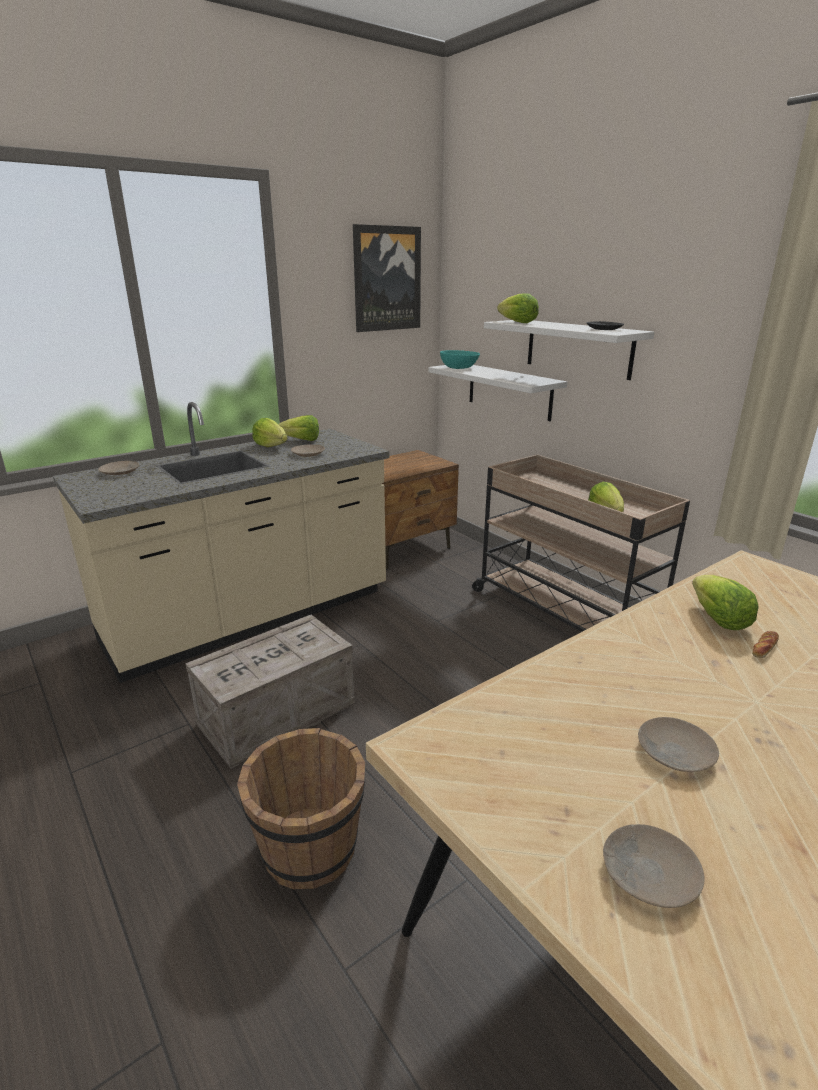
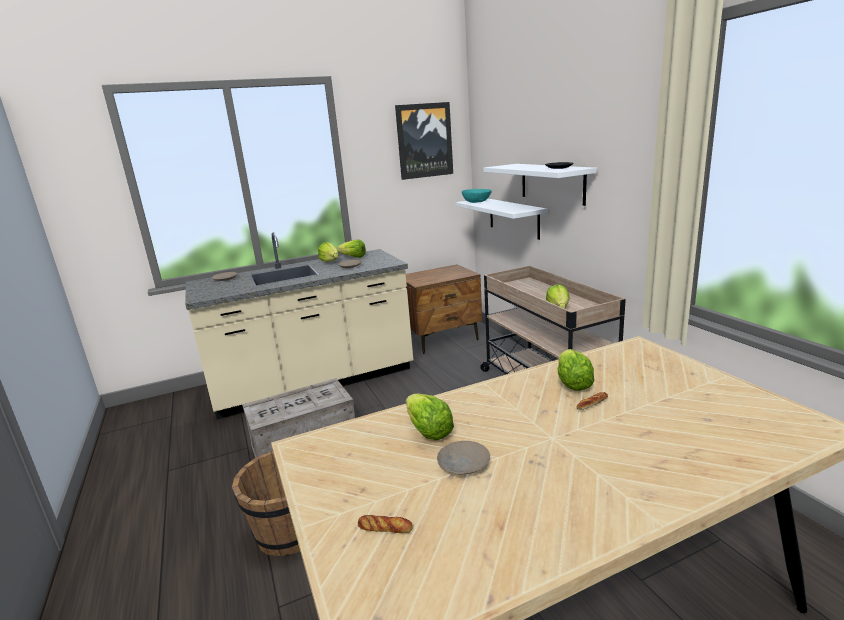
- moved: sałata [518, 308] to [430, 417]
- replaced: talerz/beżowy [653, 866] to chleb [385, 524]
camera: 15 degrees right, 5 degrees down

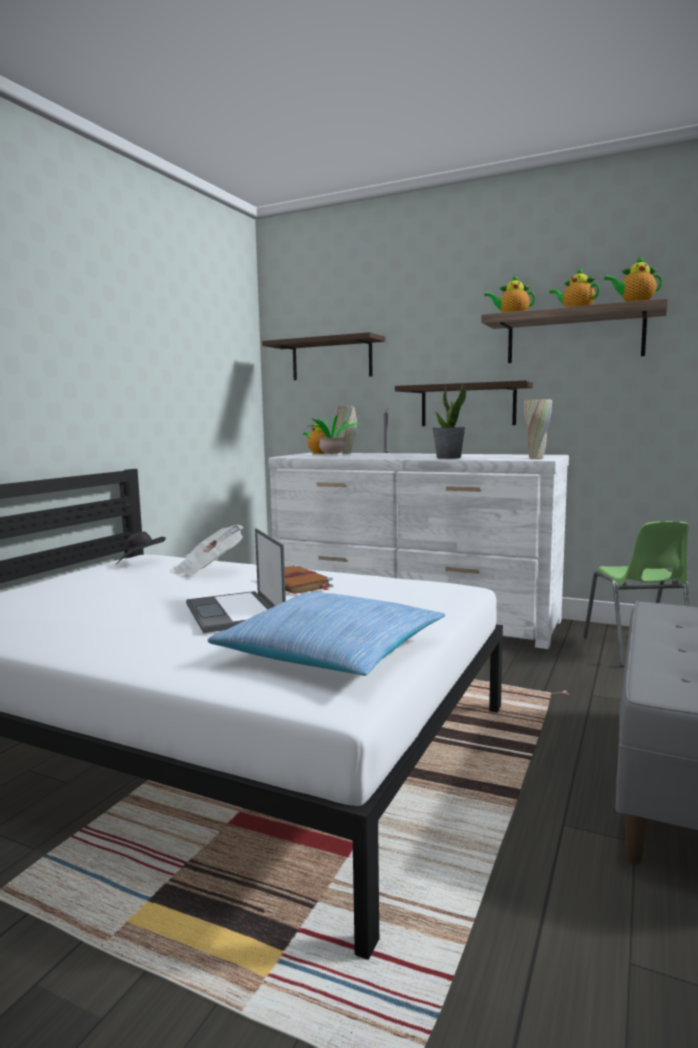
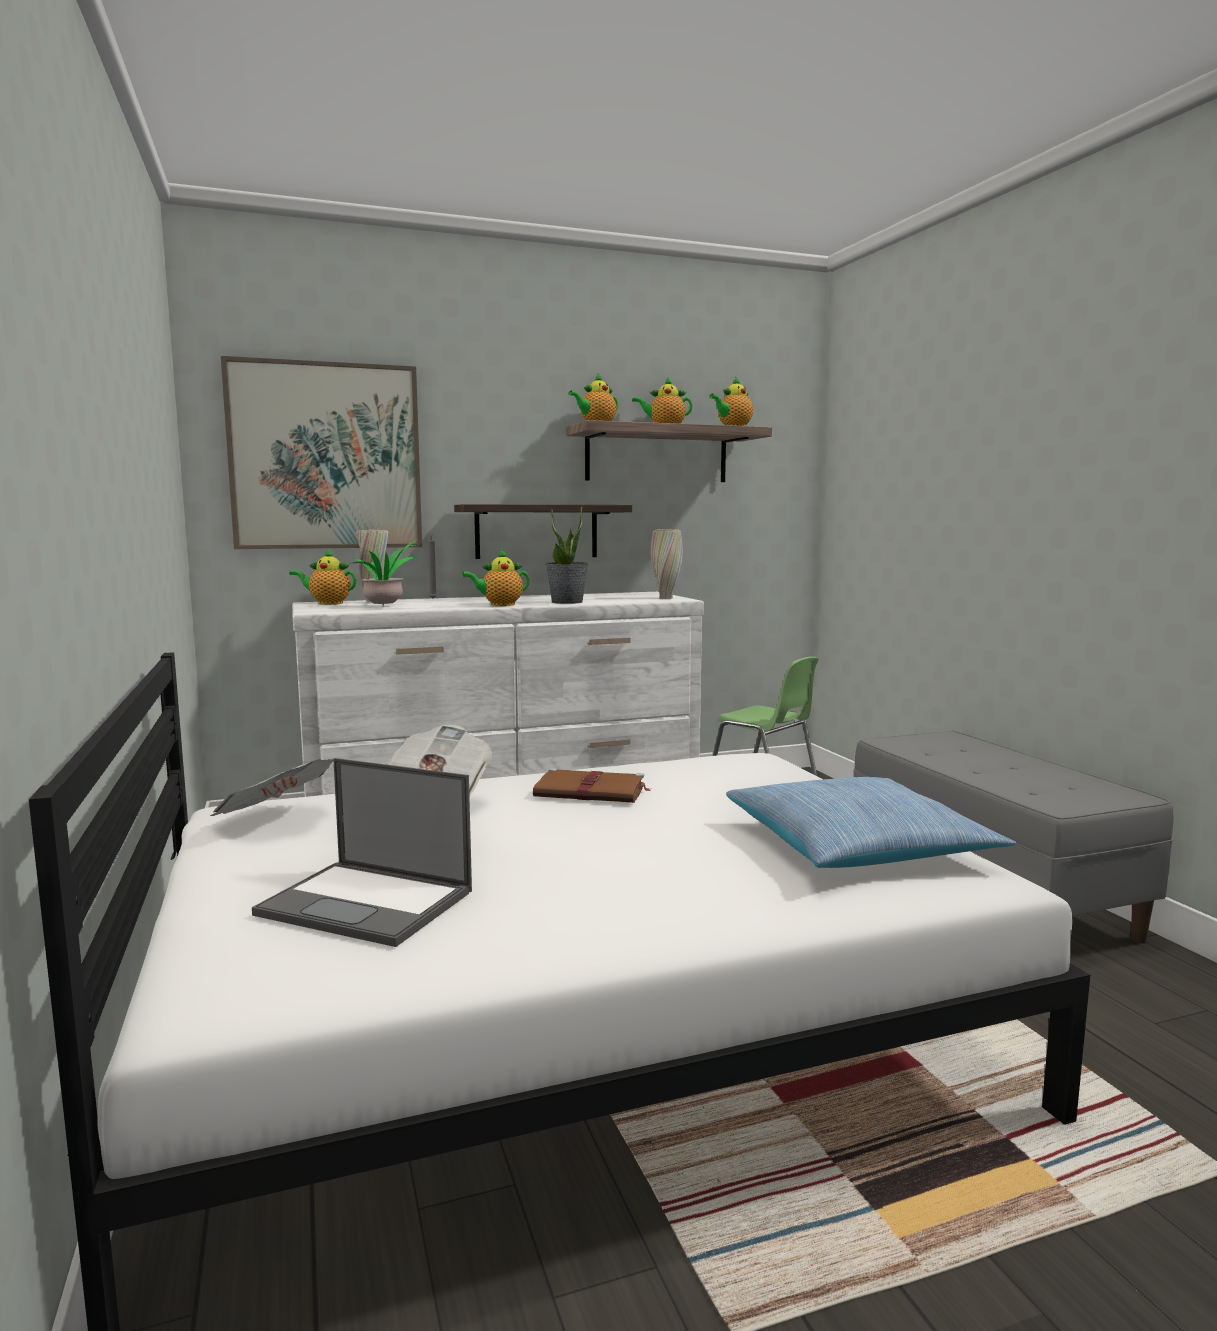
- replaced: półka [323, 356] to obraz [321, 452]
- moved: laptop [236, 580] to [362, 852]
- replaced: kapelusz/czarny [141, 548] to gazeta [272, 787]
- added: imbryk [496, 577]
camera: 45 degrees left, 0 degrees up

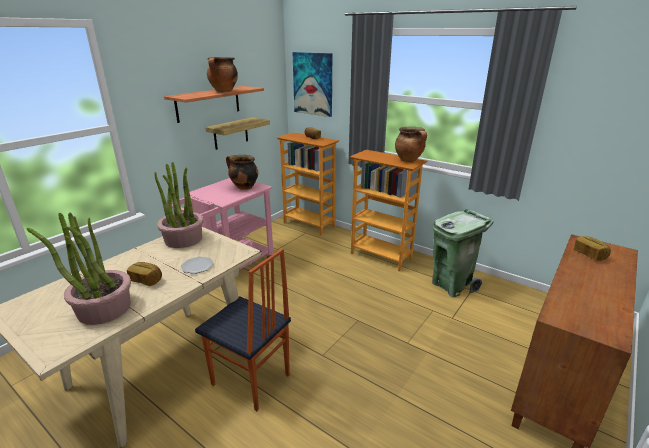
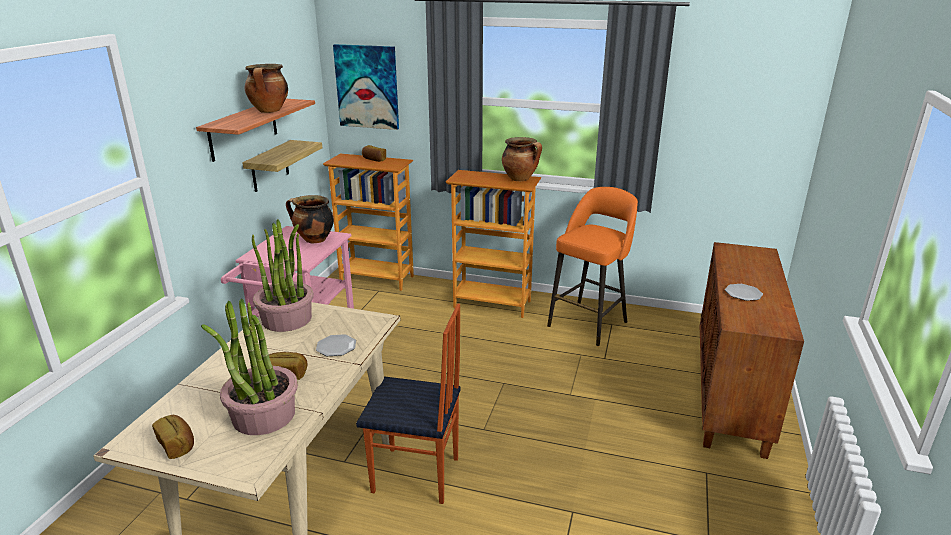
- replaced: kosz na śmieci/zielony [463, 253] to stołek/pomarańczowy [592, 266]
- moved: chleb [592, 248] to [173, 437]
- added: talerz [744, 292]
camera: 20 degrees left, 0 degrees up

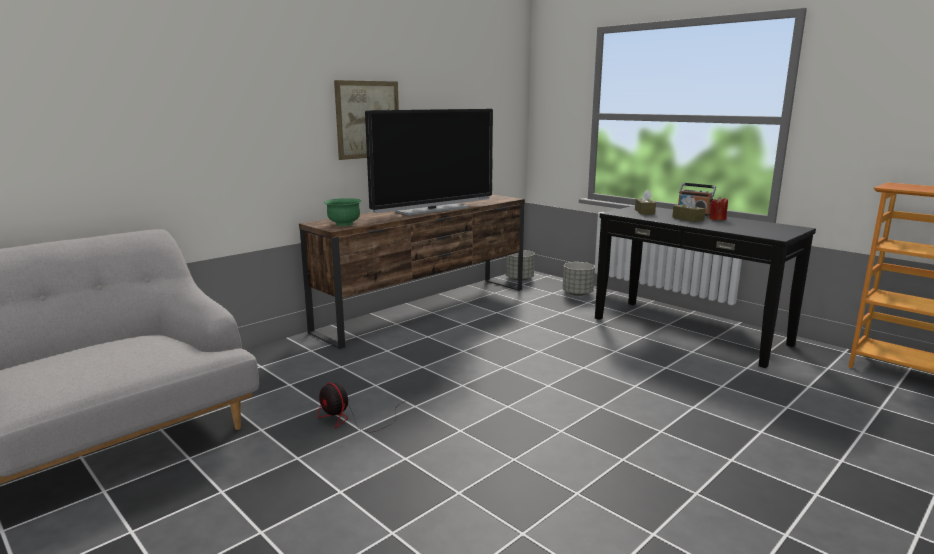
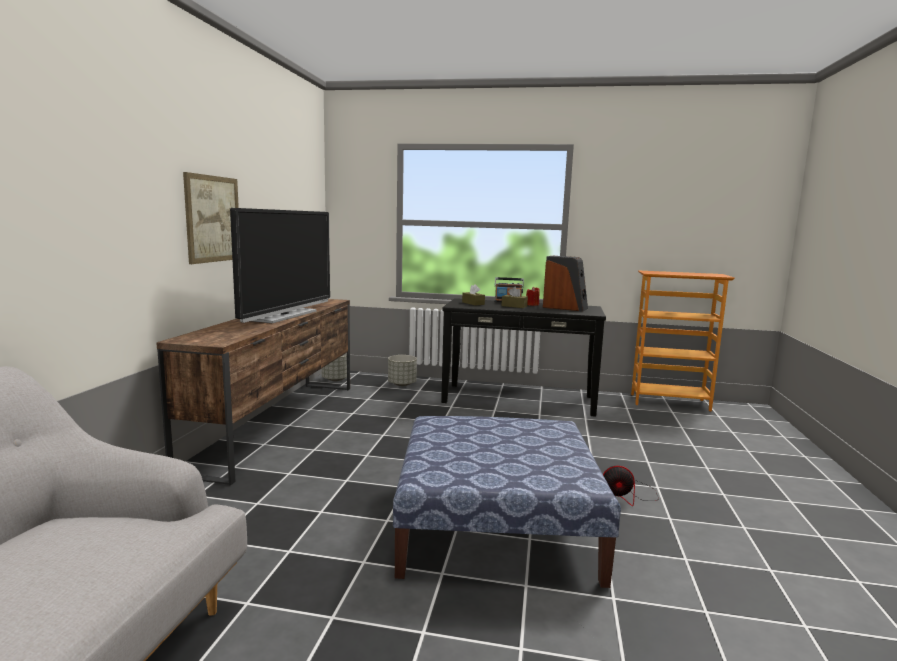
- removed: miska/zielony [343, 212]
- moved: wentylator [362, 408] to [631, 485]
- added: głośnik [565, 283]
- added: pufa [507, 502]
camera: 35 degrees left, 5 degrees down

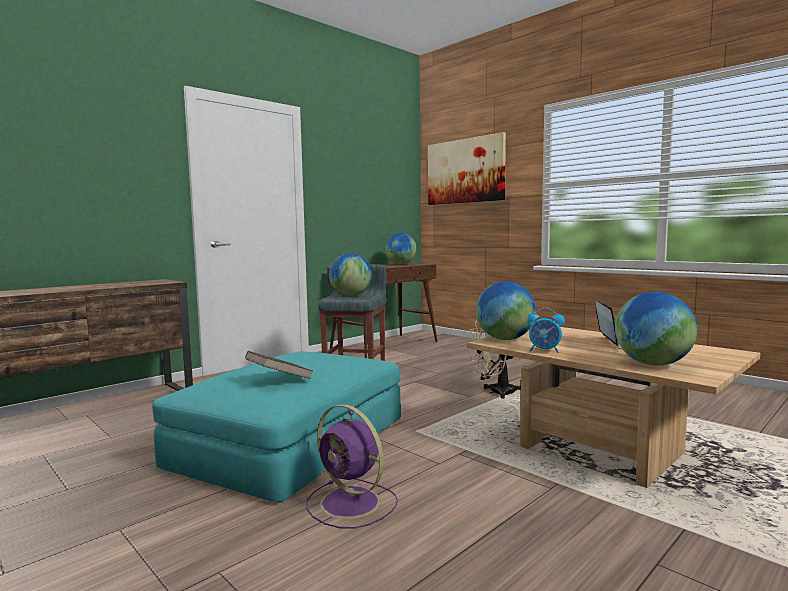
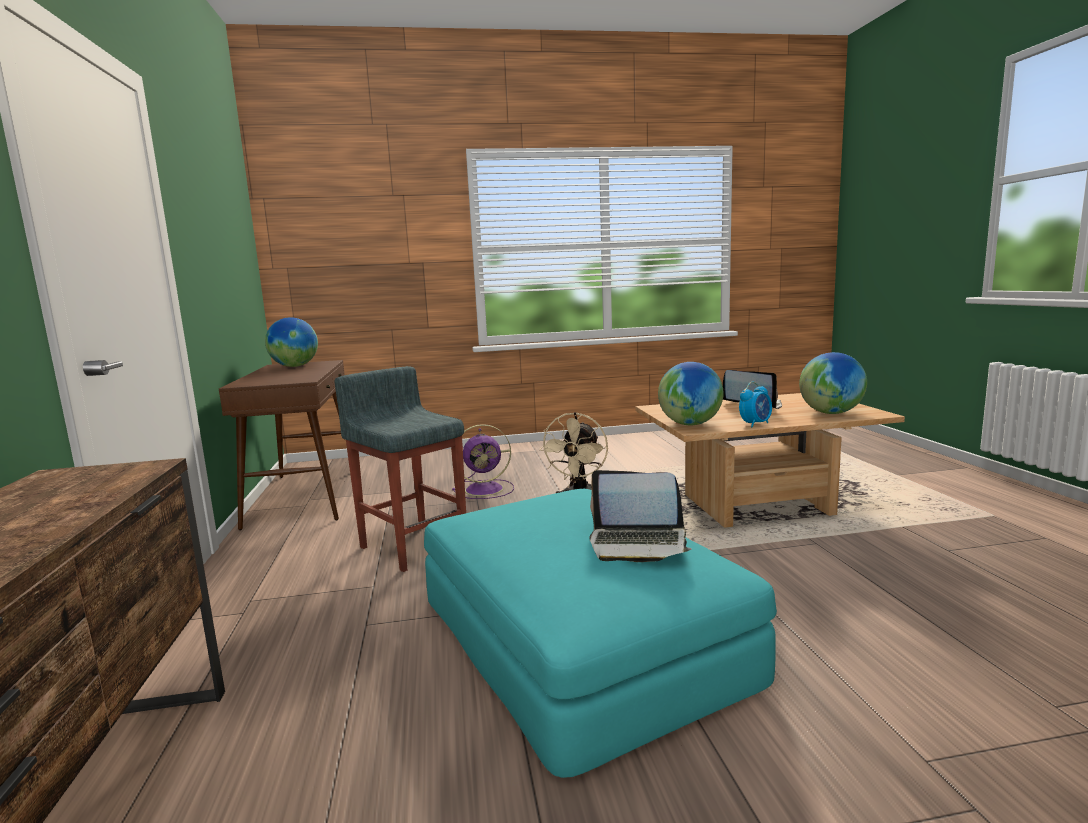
- removed: obraz [467, 168]
- removed: globus [350, 274]
- replaced: książka/brązowy [279, 365] to laptop [640, 516]
- moved: wentylator/fioletowy [352, 466] to [483, 461]
camera: 55 degrees left, 5 degrees up

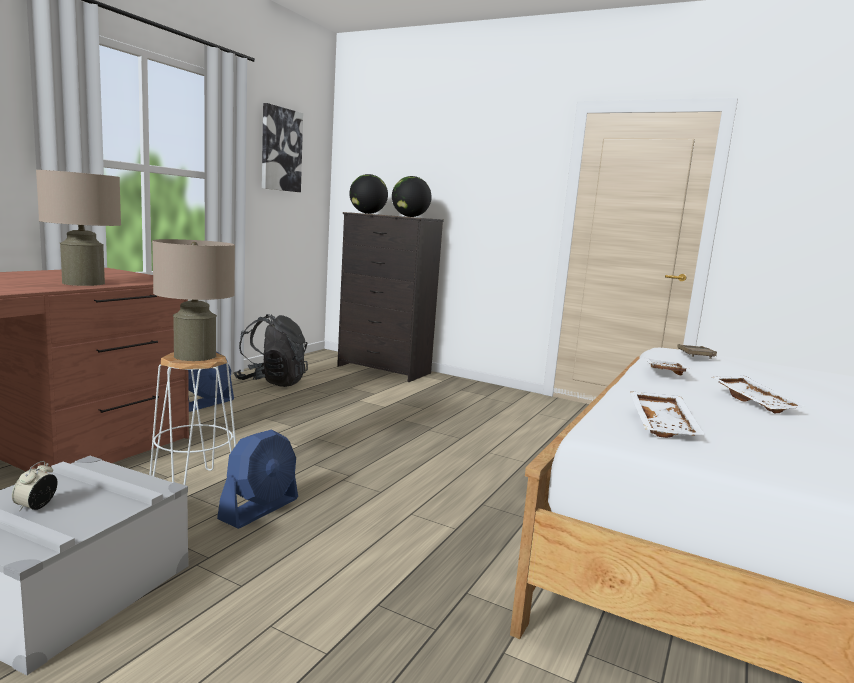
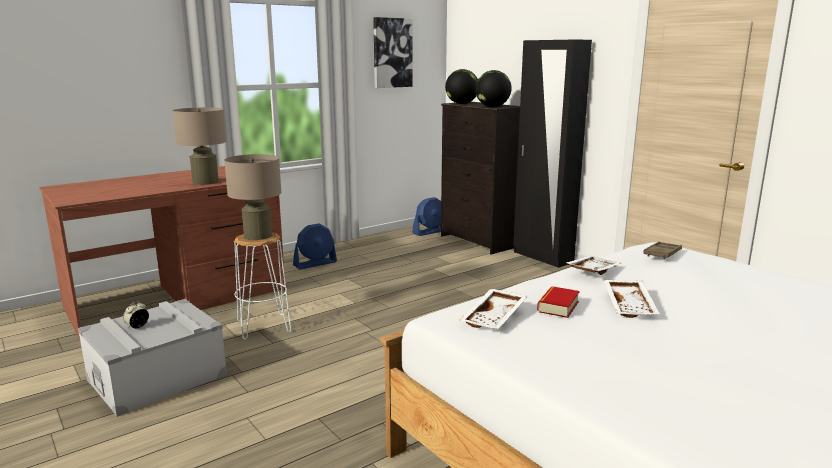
- removed: plecak/czarny [271, 350]
- moved: wentylator/niebieski [257, 479] to [426, 216]
- added: szafa/czarny [552, 154]
- added: książka [558, 302]
camera: 25 degrees right, 5 degrees up

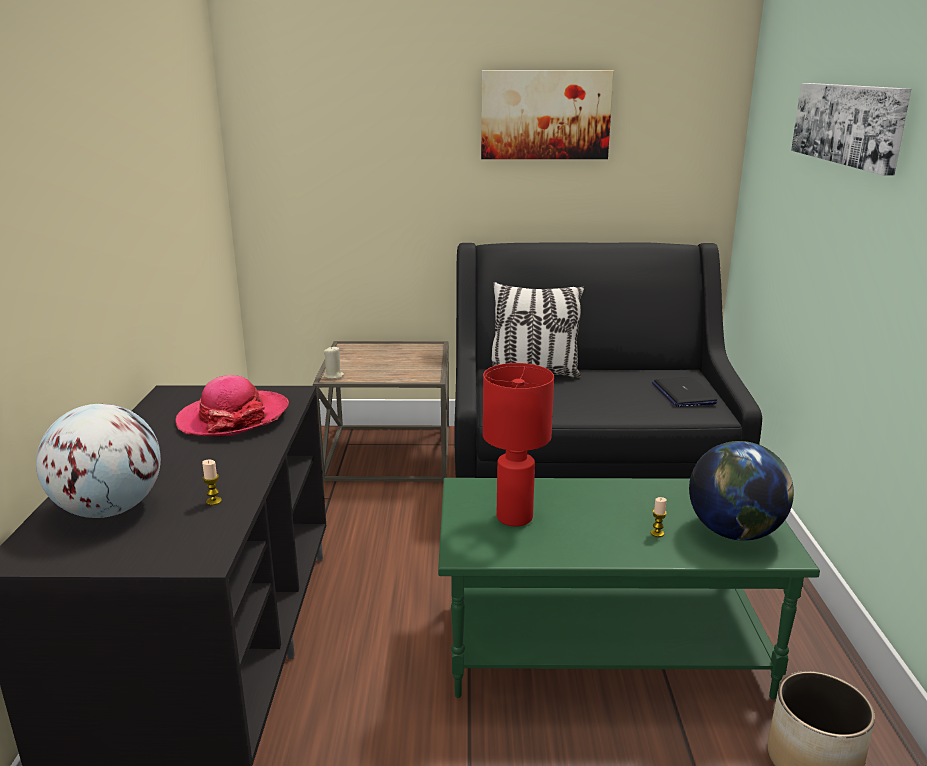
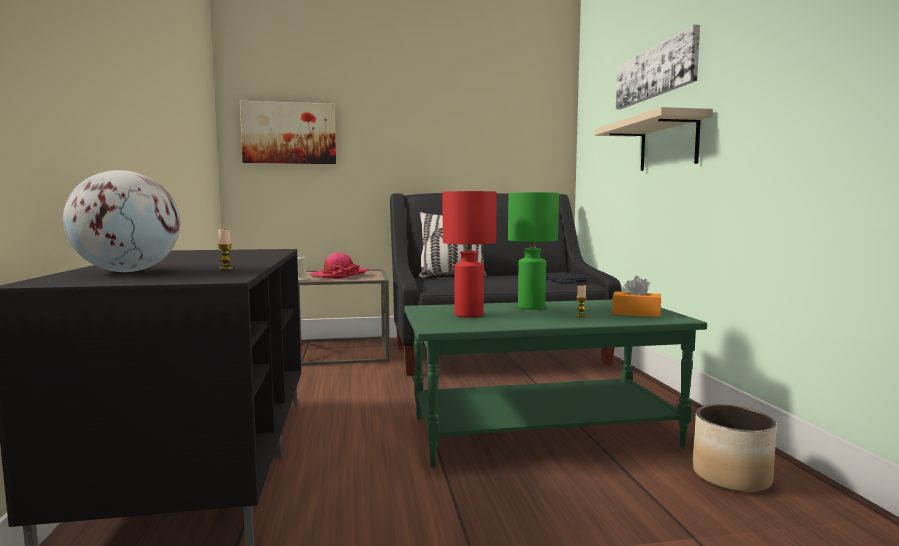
- moved: obraz [547, 114] to [288, 132]
- moved: kapelusz [232, 406] to [339, 266]
- replaced: globus [741, 491] to pudełko chusteczek/pomarańczowy [636, 296]
- added: półka/beżowy [653, 139]
- added: lampa stołowa/zielony [533, 251]
camera: 10 degrees left, 15 degrees down

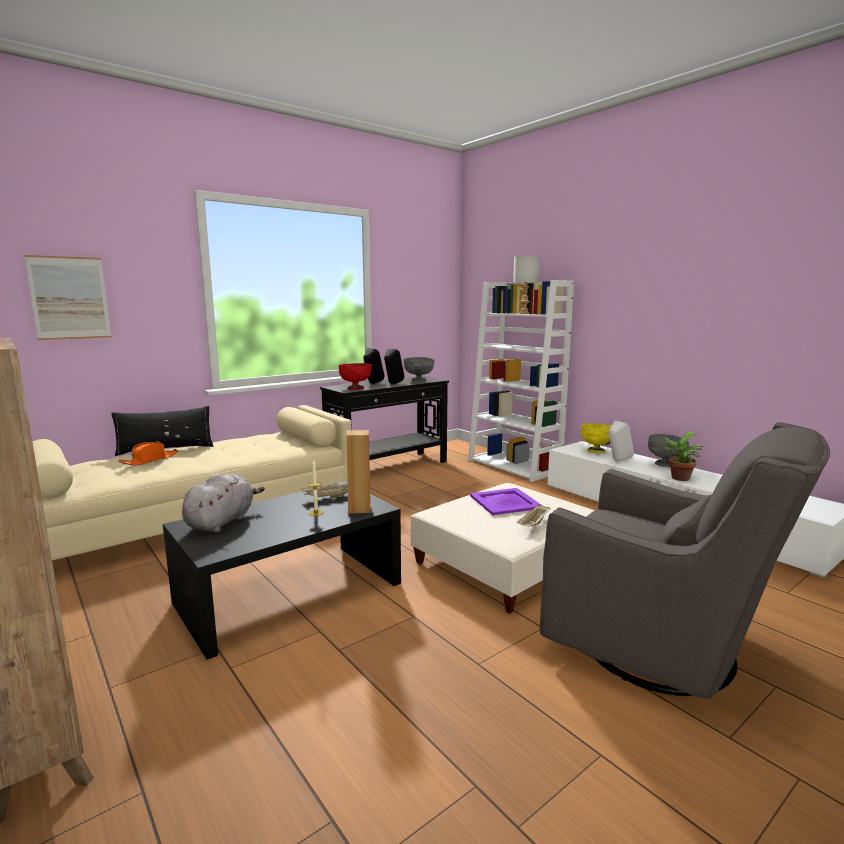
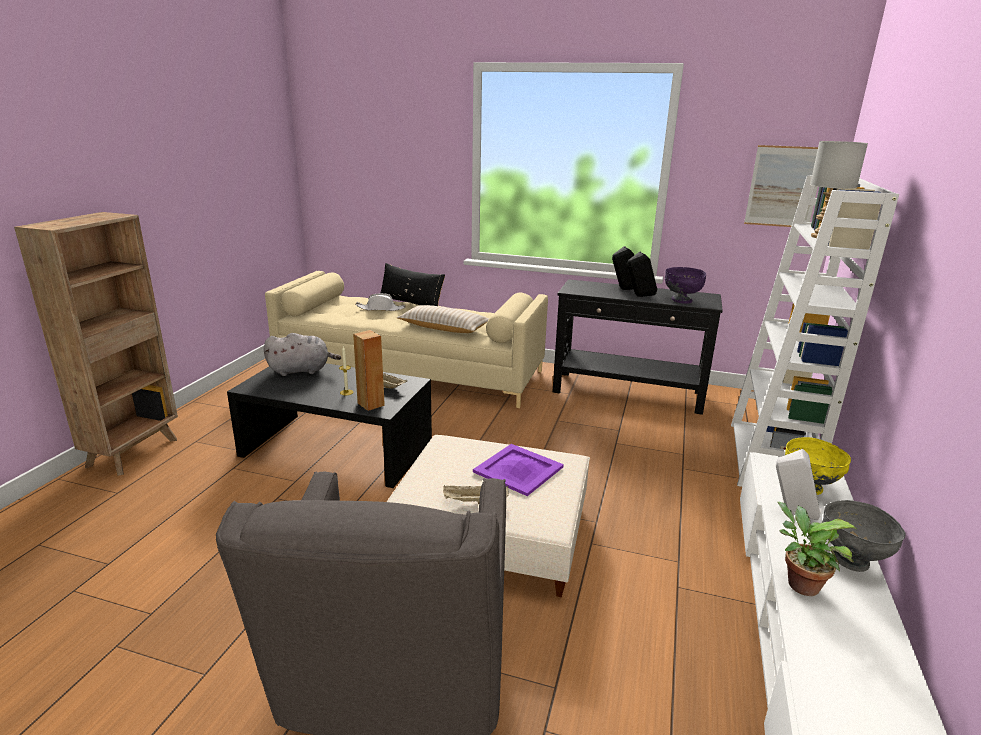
- moved: obraz [68, 297] to [781, 186]
- recoloured: miska/szary [419, 369] to miska/fioletowy [685, 285]
- removed: miska/czerwony [355, 376]
- recoloured: kapelusz/pomarańczowy [148, 453] to kapelusz/biały [381, 302]
- added: poduszka/beżowy [443, 319]
camera: 55 degrees right, 10 degrees up

